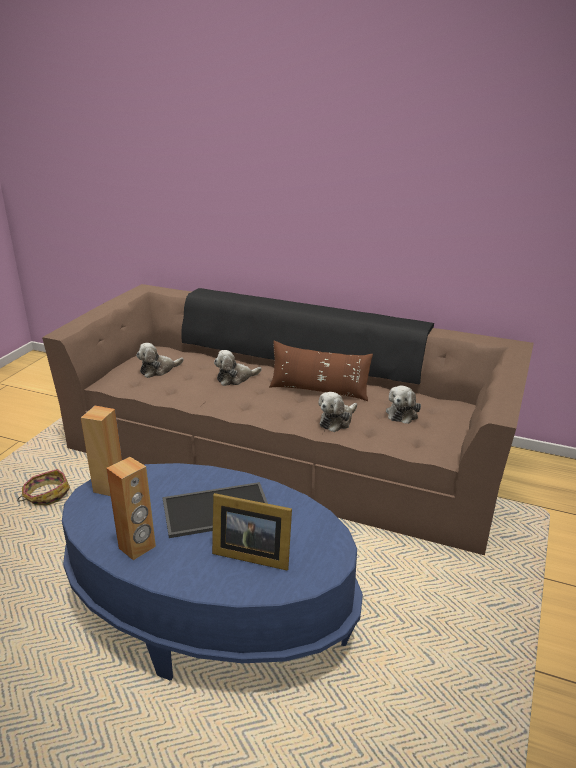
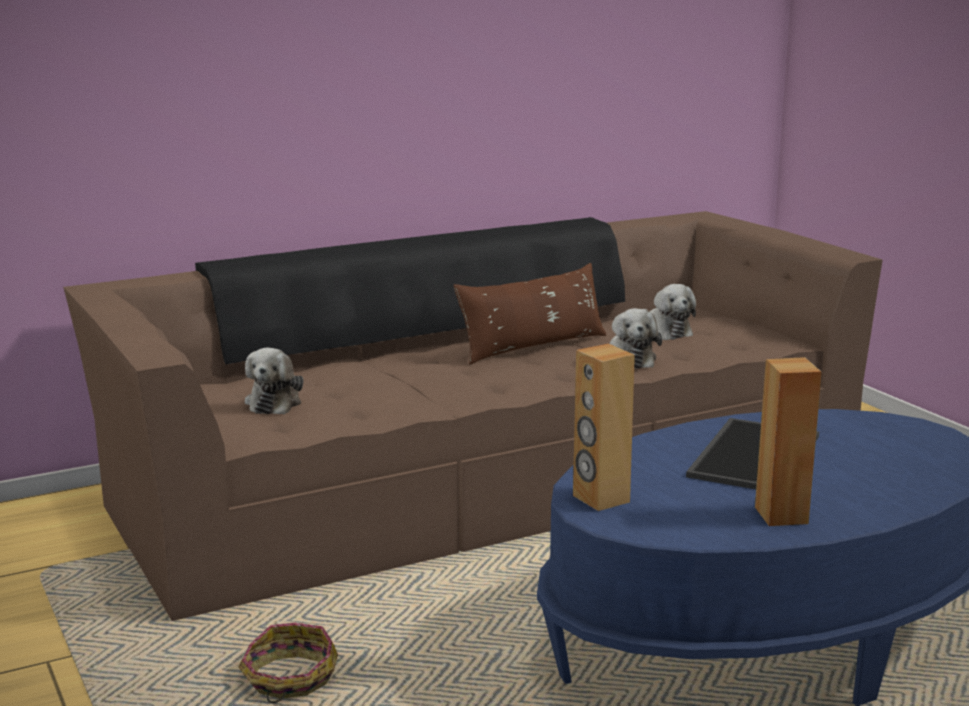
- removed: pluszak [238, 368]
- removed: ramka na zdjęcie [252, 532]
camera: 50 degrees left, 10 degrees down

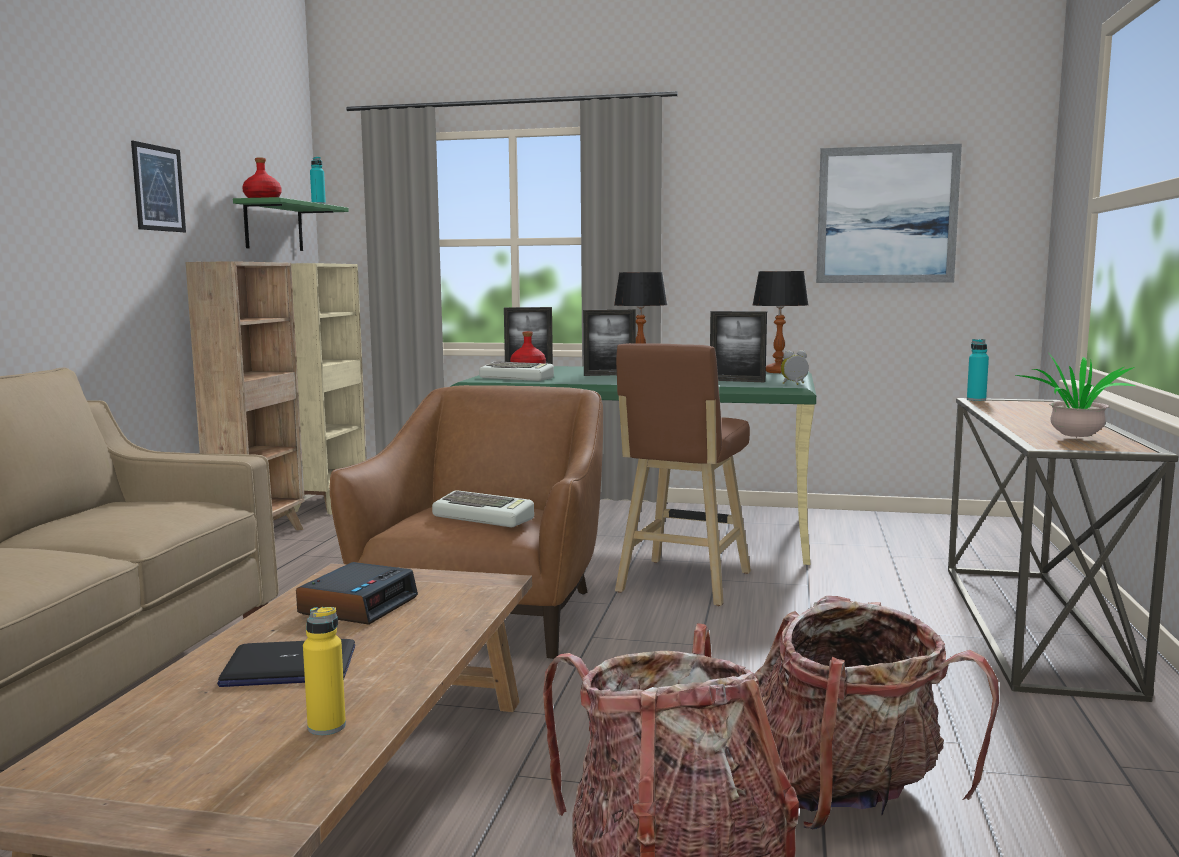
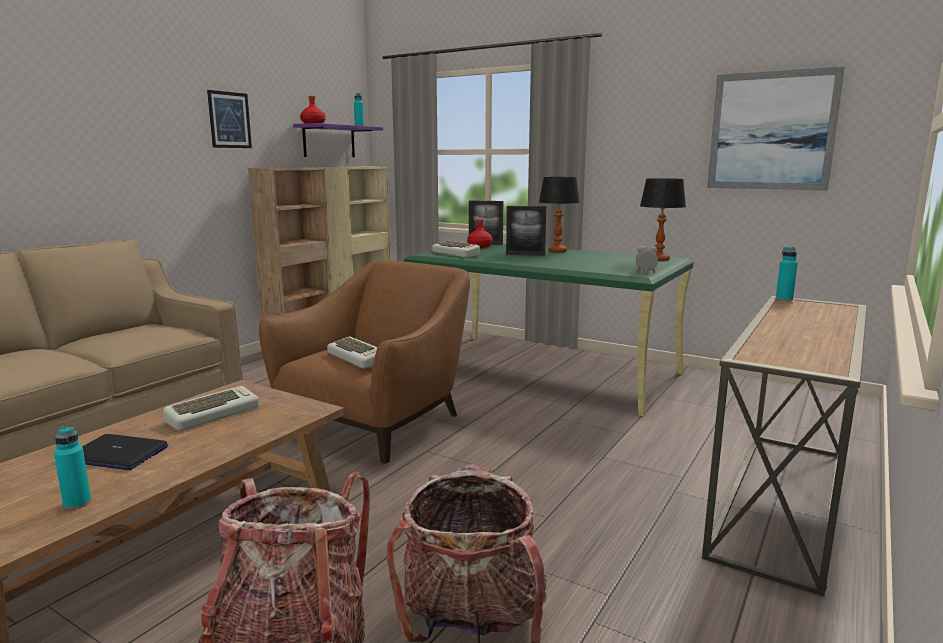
- recoloured: półka/zielony [291, 224] to półka/fioletowy [338, 140]
- removed: ramka na zdjęcie [738, 346]
- removed: stołek/brązowy [683, 474]
- removed: roślina doniczkowa [1074, 397]
- replaced: budzik [357, 593] to klawiatura [211, 408]
- recoloured: butelka/żółty [324, 671] to butelka/turkusowy [72, 467]
camera: 20 degrees right, 5 degrees up

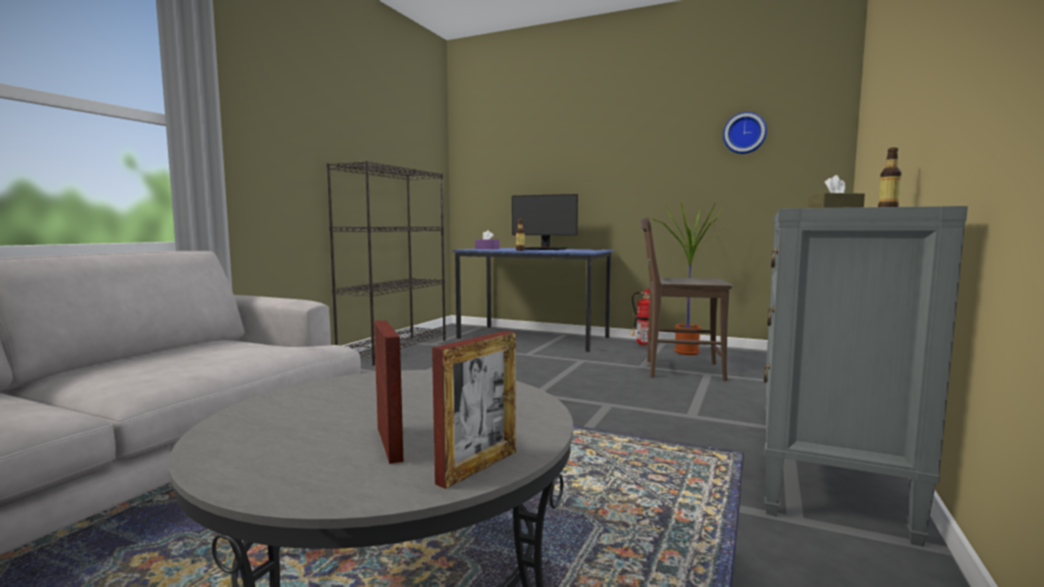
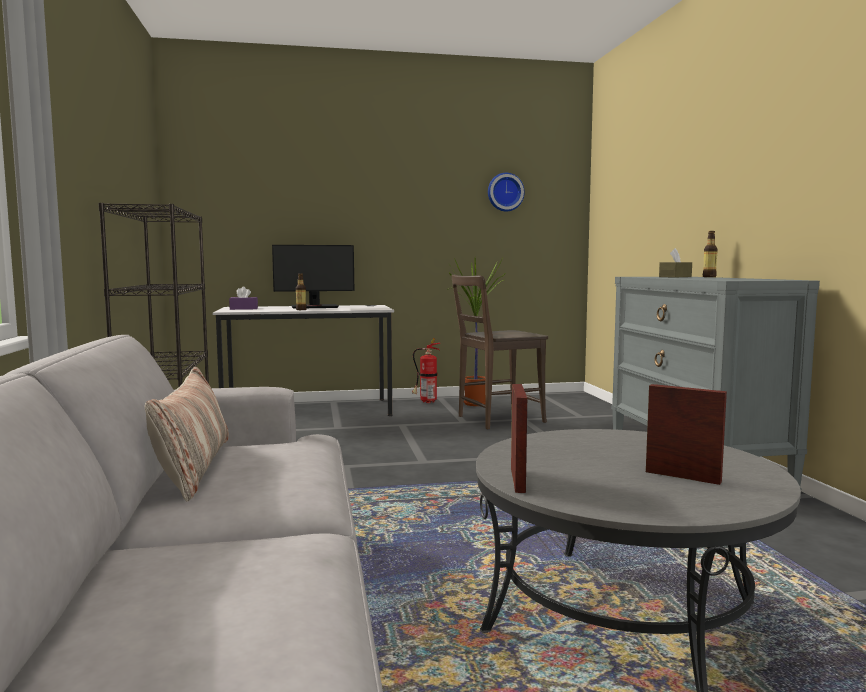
- recoloured: biurko/niebieski [533, 300] to biurko/biały [303, 360]
- moved: ramka na zdjęcie [474, 410] to [519, 438]
- added: poduszka [187, 434]
camera: 35 degrees left, 0 degrees up

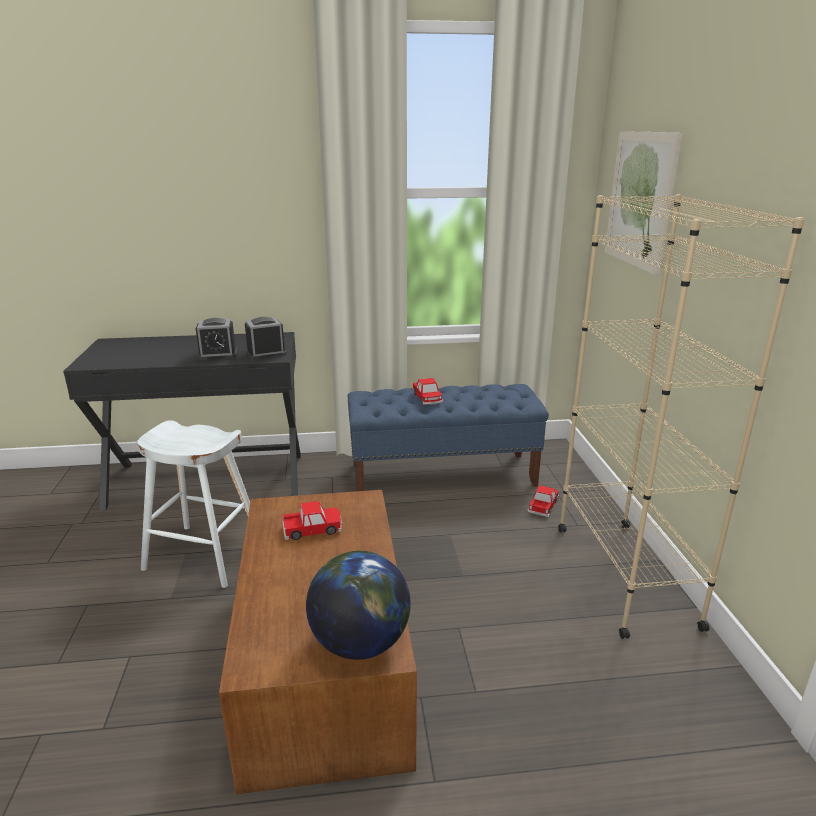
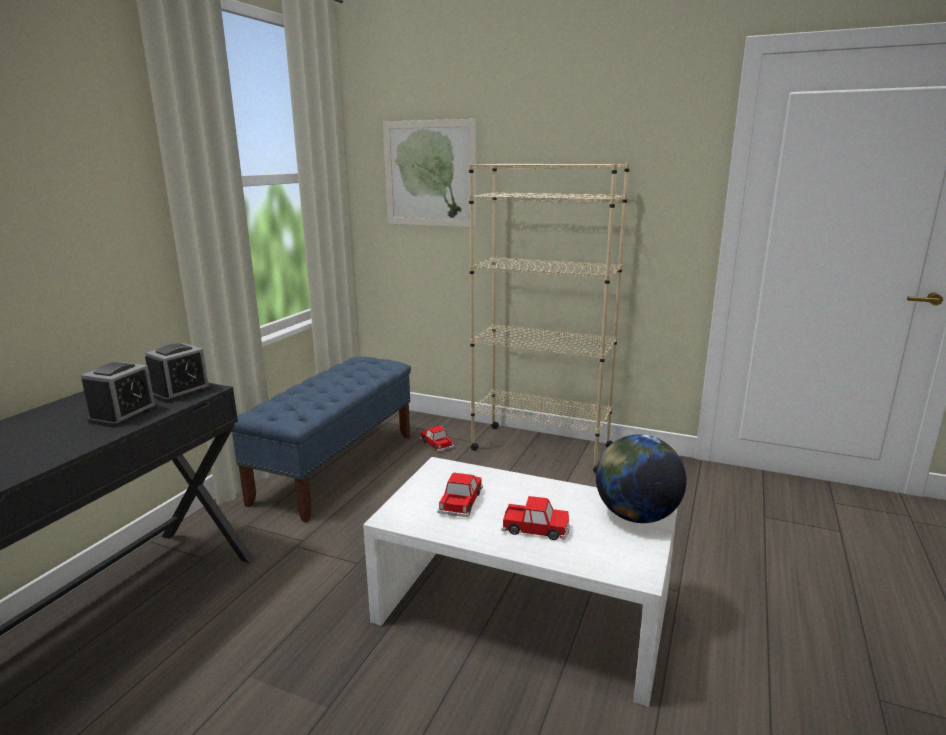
- turned: budzik [266, 338] = [178, 373] 150 degrees counterclockwise
- moved: samochodzik [427, 391] to [536, 518]
- removed: stołek/biały [193, 504]
- recoloured: ława/brązowy [318, 642] to ława/biały [520, 582]
camera: 60 degrees left, 5 degrees down

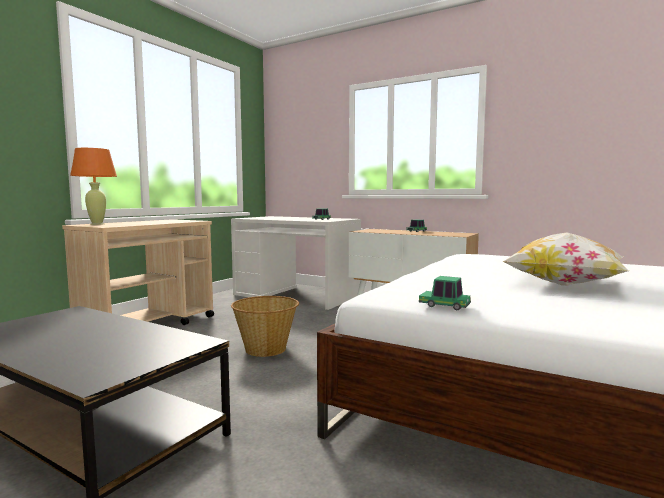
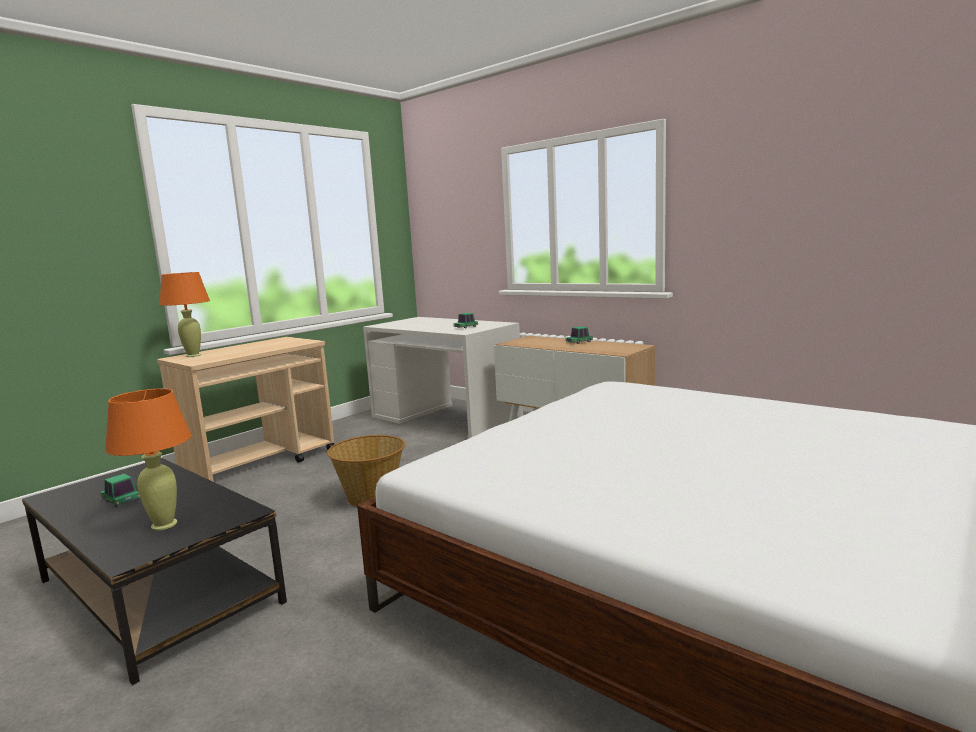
- removed: poduszka [565, 259]
- moved: samochodzik [445, 293] to [120, 490]
- added: lampa stołowa/pomarańczowy [148, 459]
camera: 10 degrees right, 5 degrees up

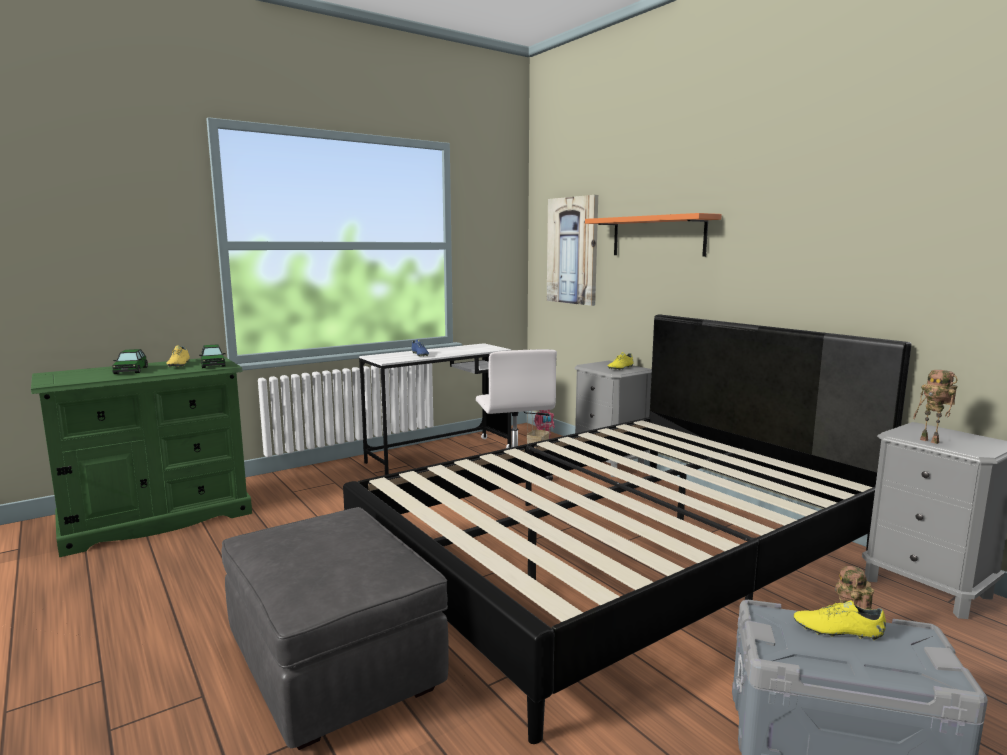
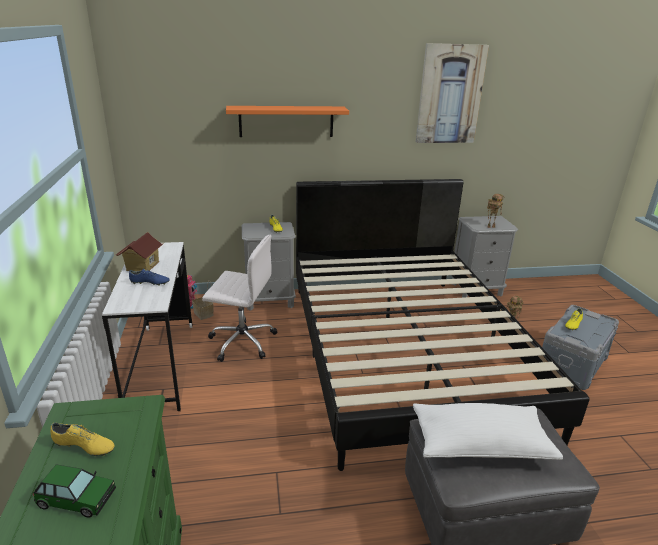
- moved: obraz [572, 250] to [452, 93]
- removed: samochodzik [212, 356]
- added: domek [139, 251]
- added: poduszka/biały [488, 431]
camera: 65 degrees left, 15 degrees up

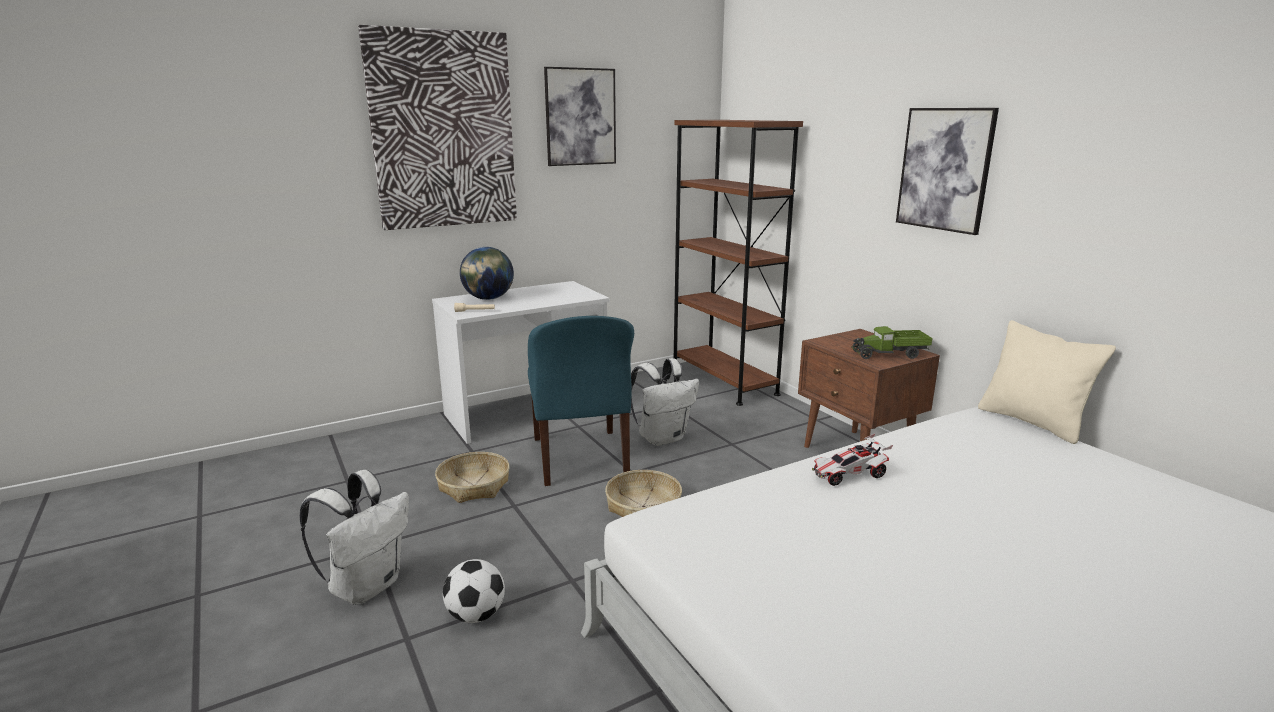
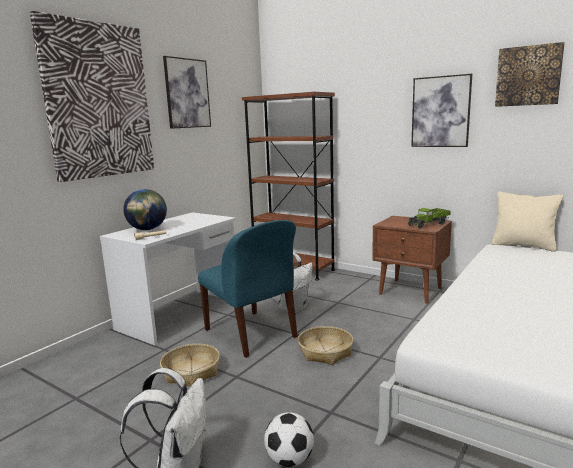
- removed: samochodzik [852, 460]
- added: obraz [530, 74]
camera: 25 degrees left, 5 degrees down

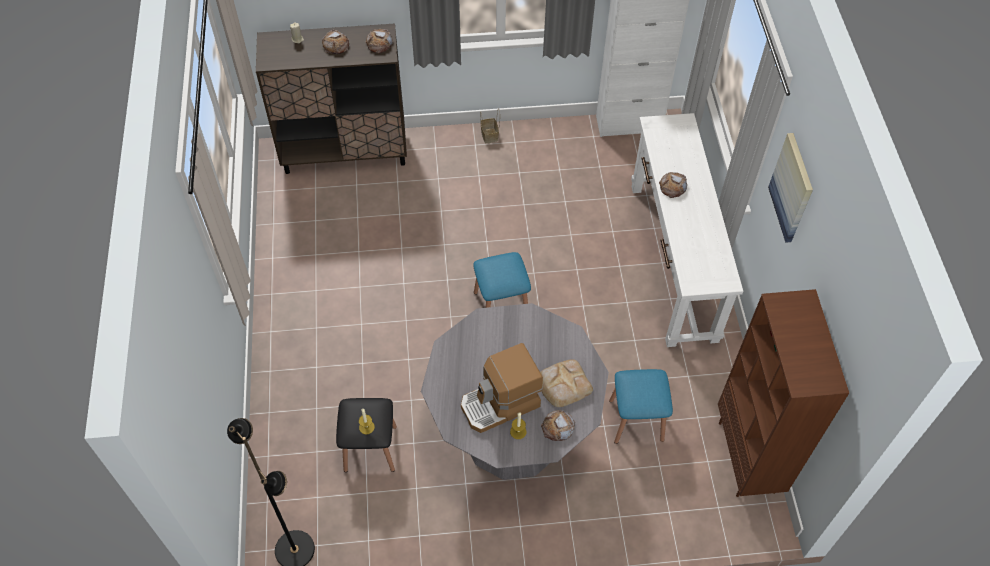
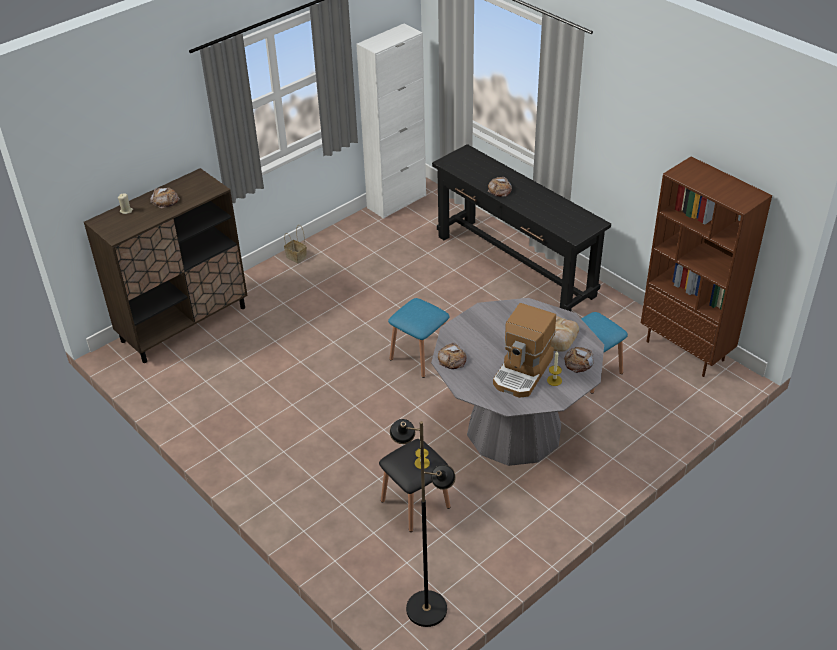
- moved: chleb [379, 41] to [452, 356]
- recoloured: stolik konsolowy/biały [687, 230] to stolik konsolowy/czarny [521, 227]
- removed: obraz [790, 188]
camera: 35 degrees left, 15 degrees down

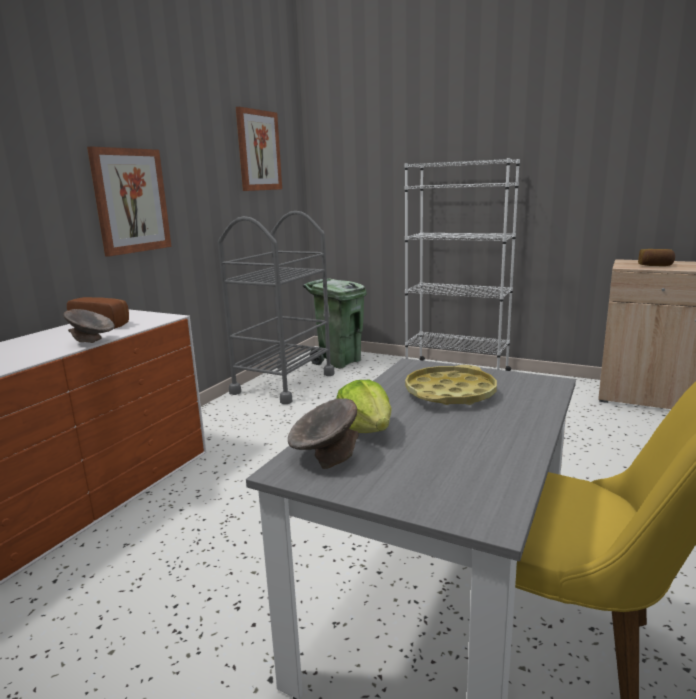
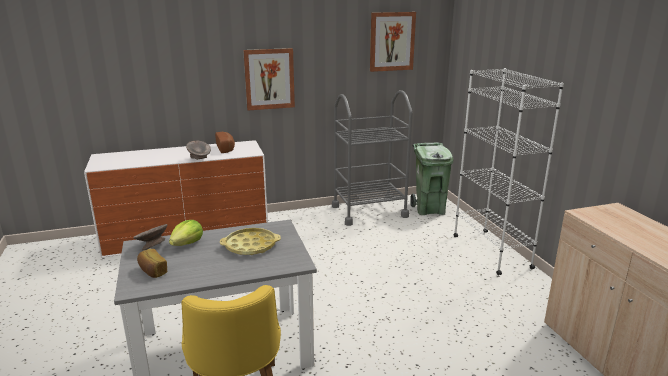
- moved: chleb [656, 257] to [152, 263]
camera: 45 degrees right, 5 degrees up

